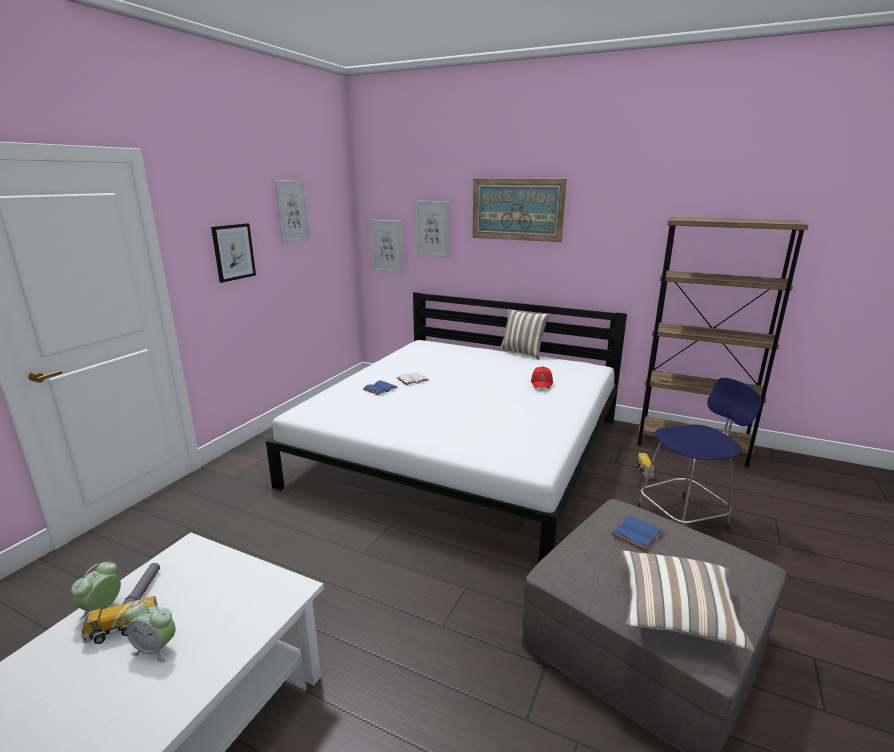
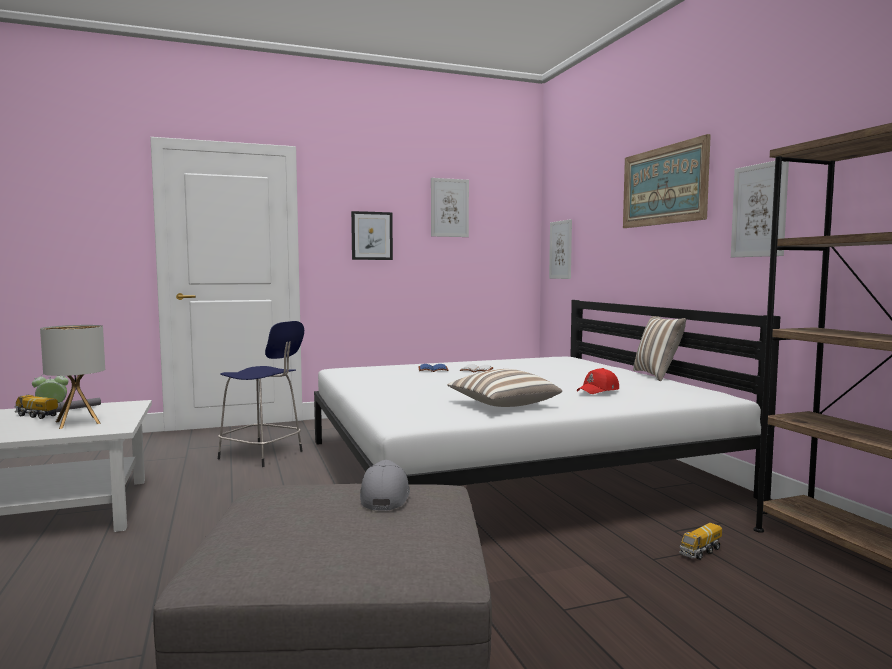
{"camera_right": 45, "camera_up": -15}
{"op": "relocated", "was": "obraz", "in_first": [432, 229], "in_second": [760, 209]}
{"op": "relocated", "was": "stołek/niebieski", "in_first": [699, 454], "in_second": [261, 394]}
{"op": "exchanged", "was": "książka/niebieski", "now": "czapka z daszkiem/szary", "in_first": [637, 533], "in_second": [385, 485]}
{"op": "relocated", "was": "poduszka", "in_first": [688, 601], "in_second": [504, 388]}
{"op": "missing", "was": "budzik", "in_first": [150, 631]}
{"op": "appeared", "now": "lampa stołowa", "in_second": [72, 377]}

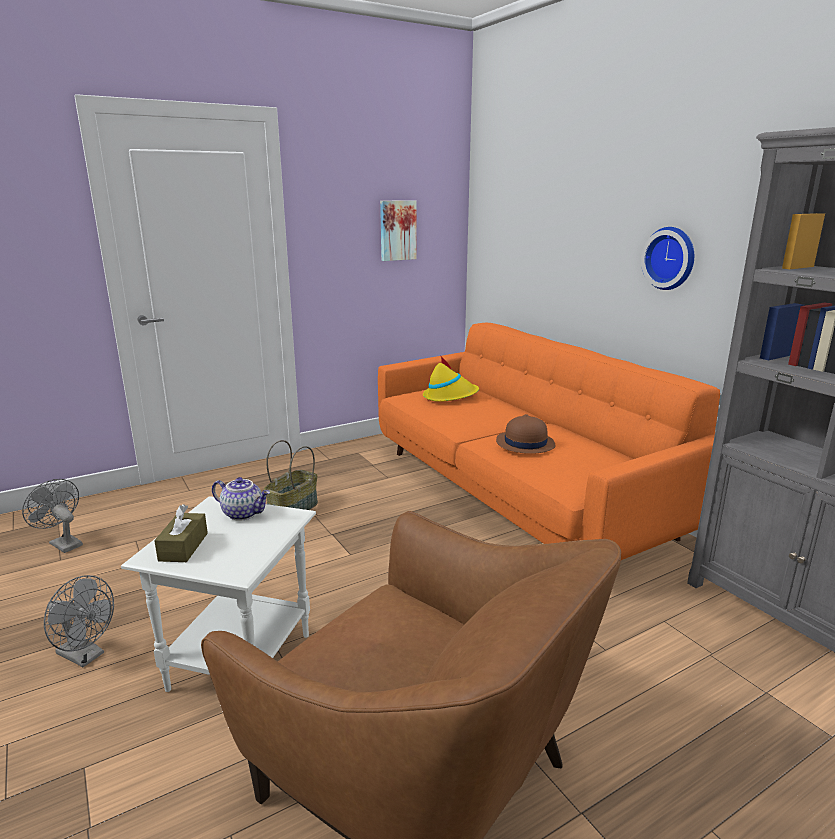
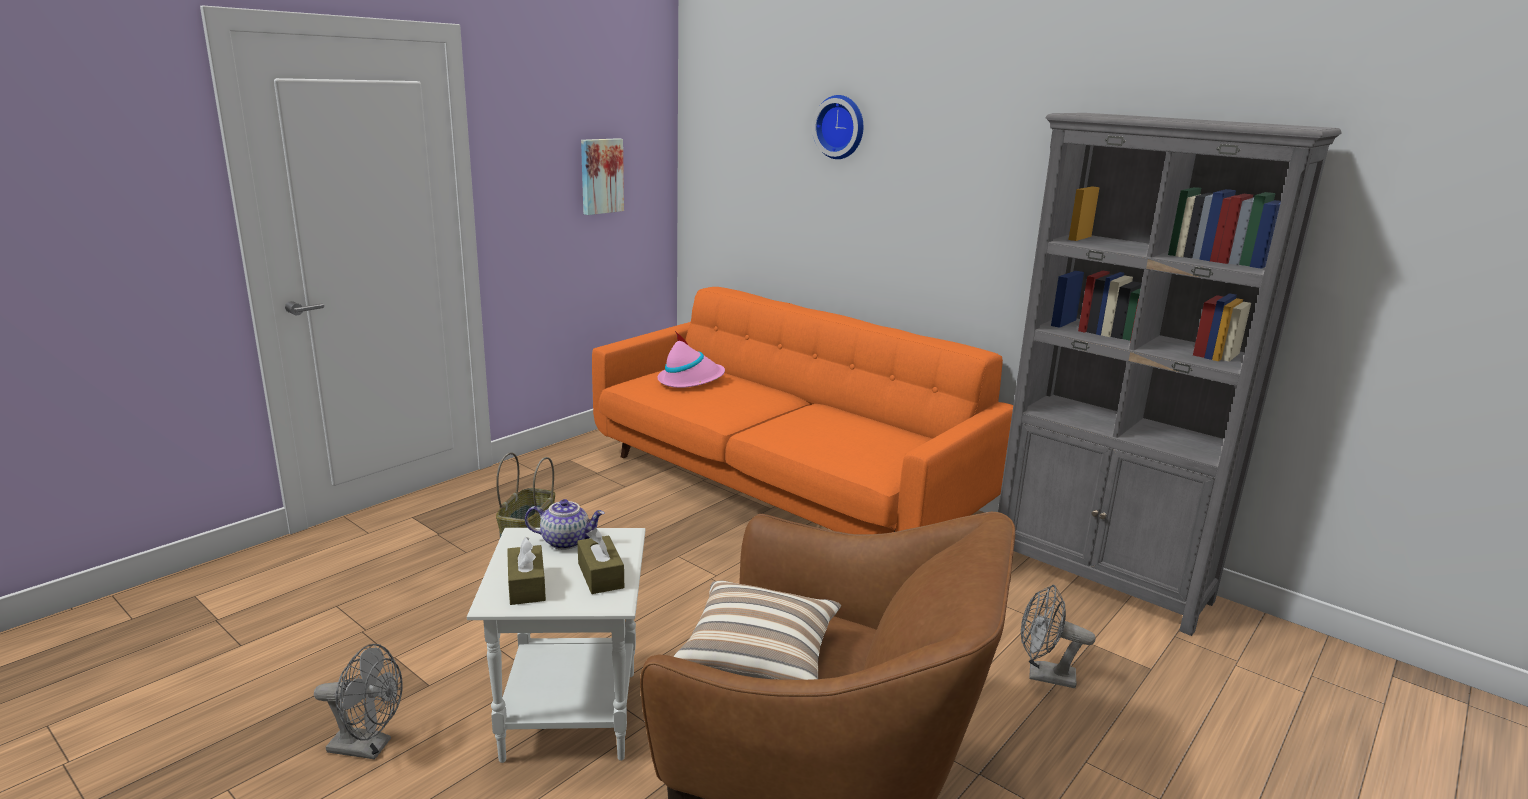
{"camera_right": -20, "camera_up": 0}
{"op": "relocated", "was": "zegar ścienny", "in_first": [667, 258], "in_second": [837, 127]}
{"op": "colour", "was": "kapelusz/żółty", "now": "kapelusz/różowy", "in_first": [451, 378], "in_second": [691, 359]}
{"op": "missing", "was": "kapelusz/brązowy", "in_first": [526, 434]}
{"op": "relocated", "was": "wentylator/szary", "in_first": [52, 516], "in_second": [1058, 636]}
{"op": "appeared", "now": "pudełko chusteczek/brązowy", "in_second": [600, 561]}
{"op": "appeared", "now": "poduszka", "in_second": [757, 630]}

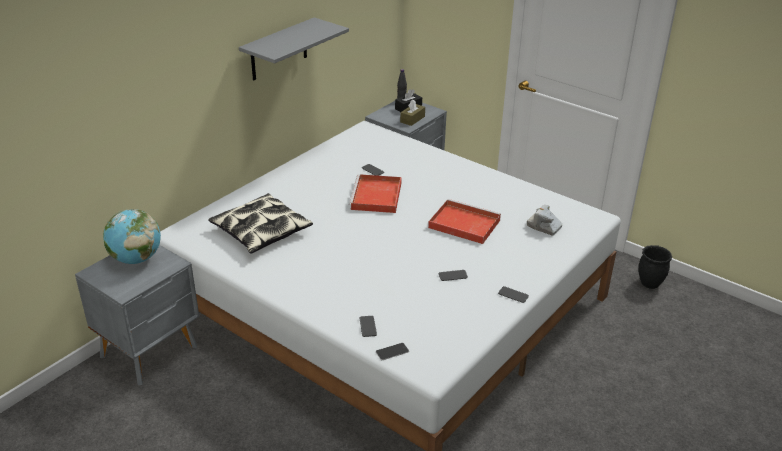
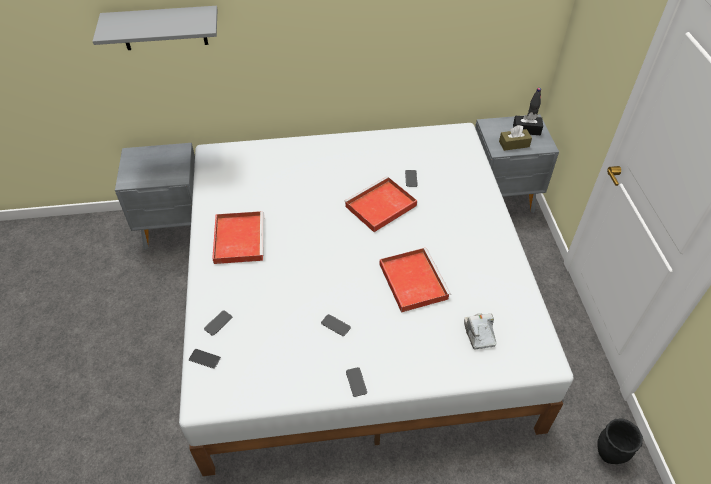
{"camera_right": 45, "camera_up": 15}
{"op": "relocated", "was": "półka/szary", "in_first": [294, 48], "in_second": [155, 28]}
{"op": "missing", "was": "poduszka", "in_first": [260, 223]}
{"op": "missing", "was": "globus", "in_first": [132, 236]}
{"op": "appeared", "now": "taca/czerwony", "in_second": [238, 237]}

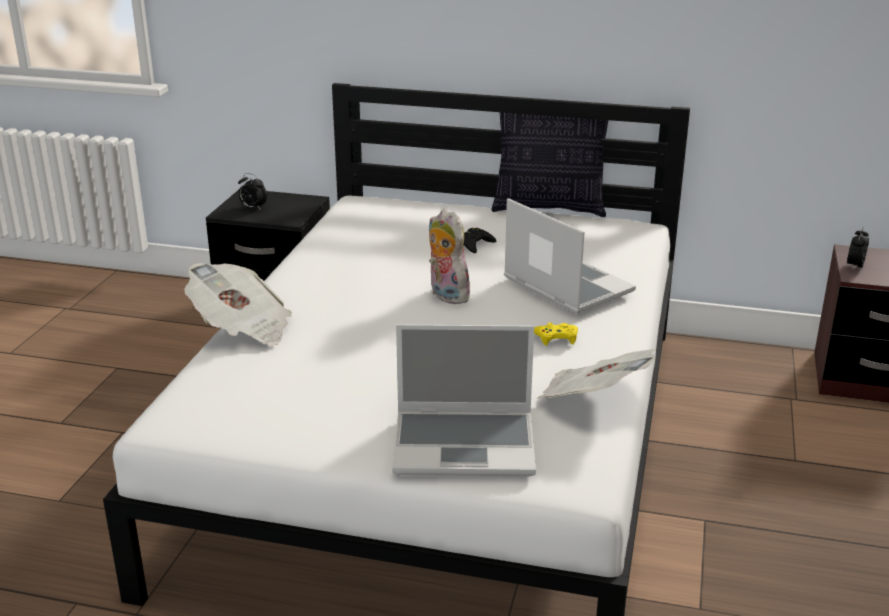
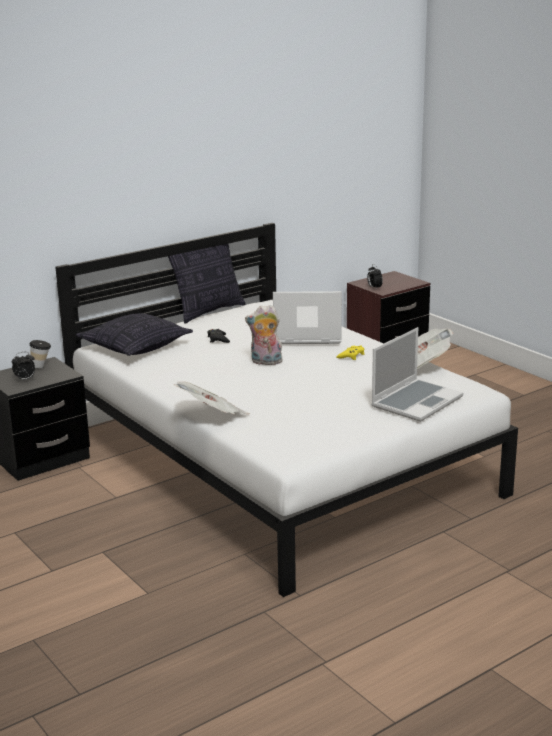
{"camera_right": -50, "camera_up": -5}
{"op": "appeared", "now": "poduszka", "in_second": [134, 334]}
{"op": "appeared", "now": "filiżanka", "in_second": [40, 354]}

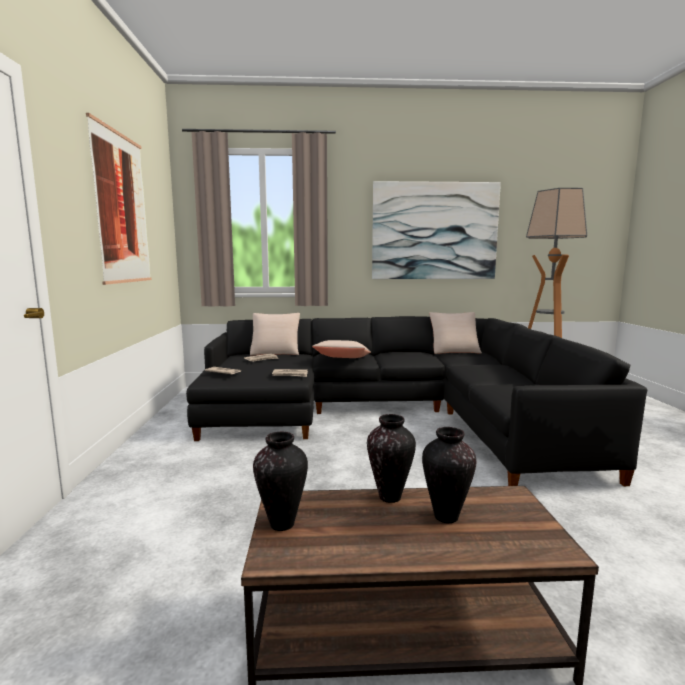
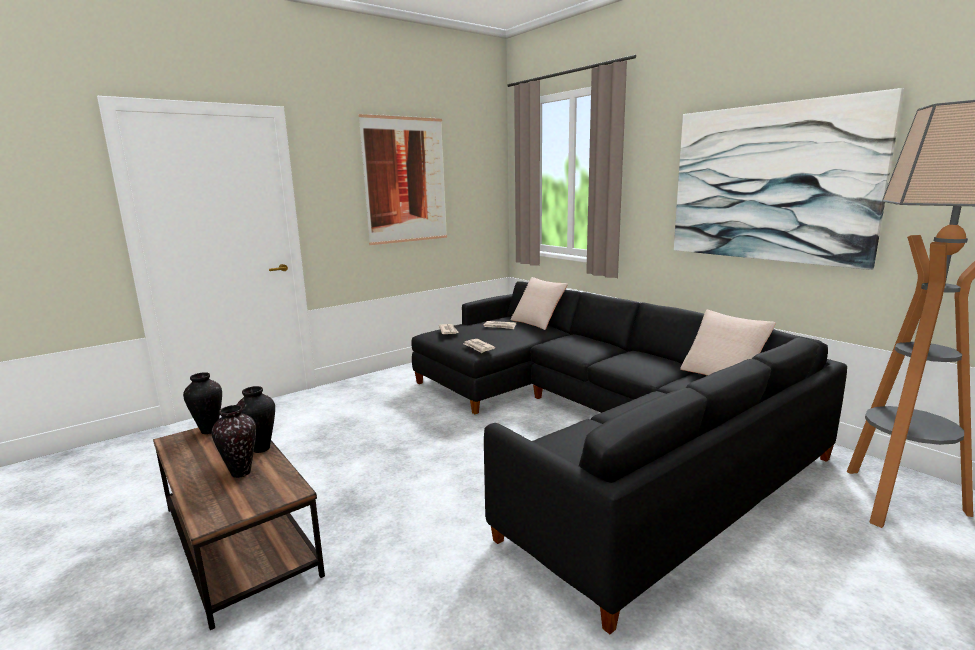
{"camera_right": 55, "camera_up": 5}
{"op": "missing", "was": "poduszka/beżowy", "in_first": [341, 349]}

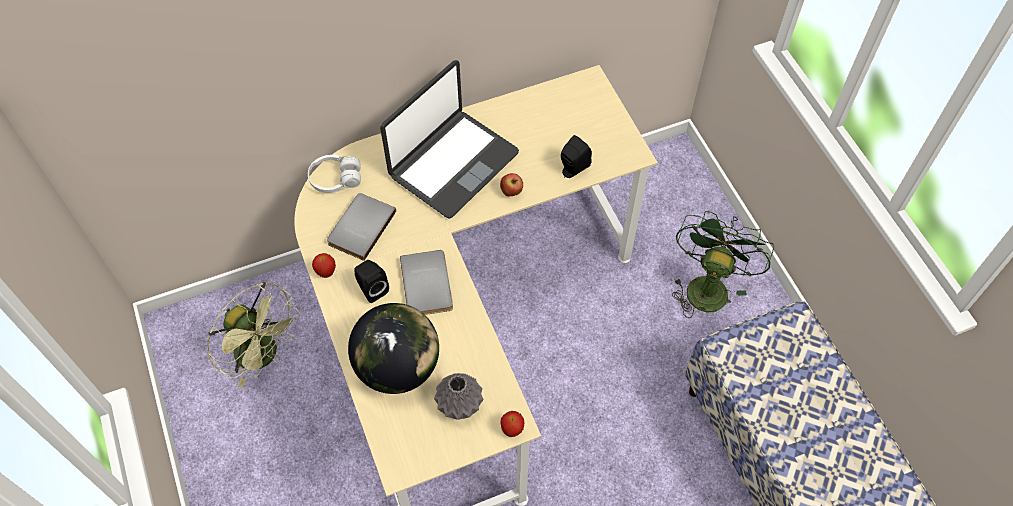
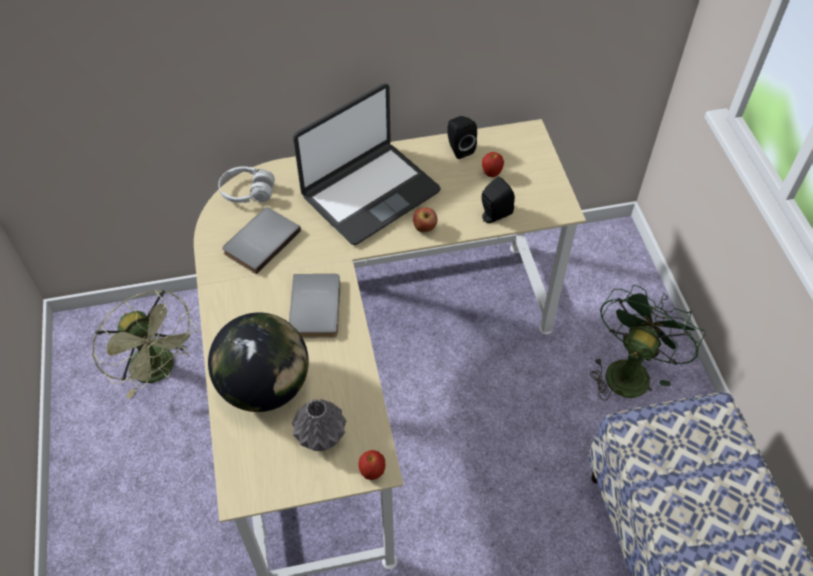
{"camera_right": 10, "camera_up": -5}
{"op": "relocated", "was": "jabłko", "in_first": [324, 265], "in_second": [493, 164]}
{"op": "relocated", "was": "głośnik/czarny", "in_first": [371, 281], "in_second": [462, 137]}

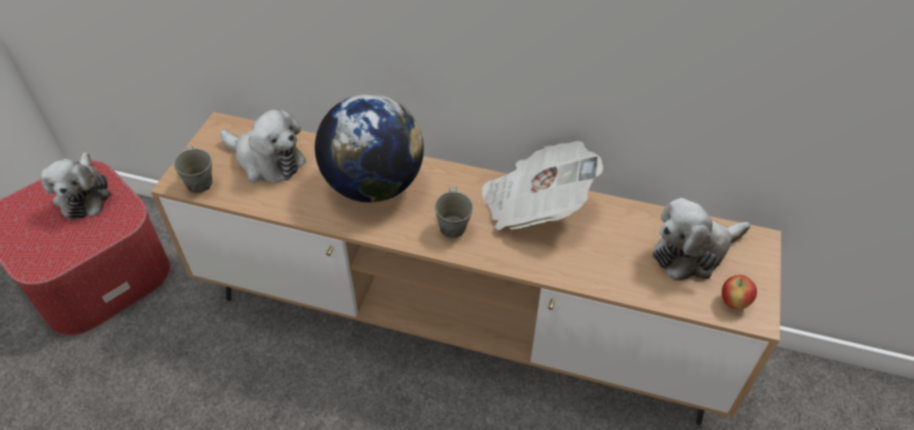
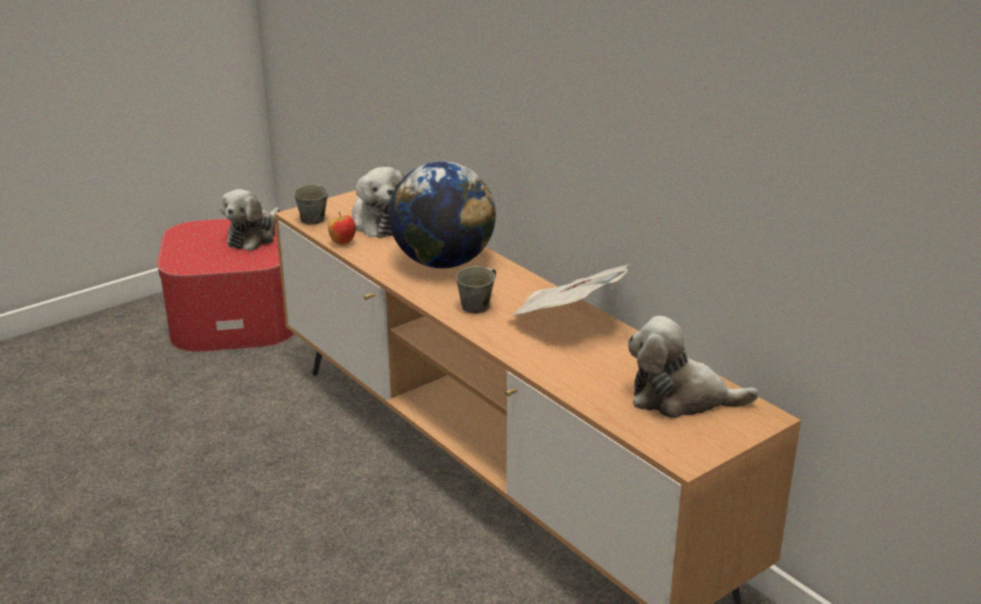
{"camera_right": 35, "camera_up": -20}
{"op": "relocated", "was": "jabłko", "in_first": [739, 292], "in_second": [342, 228]}

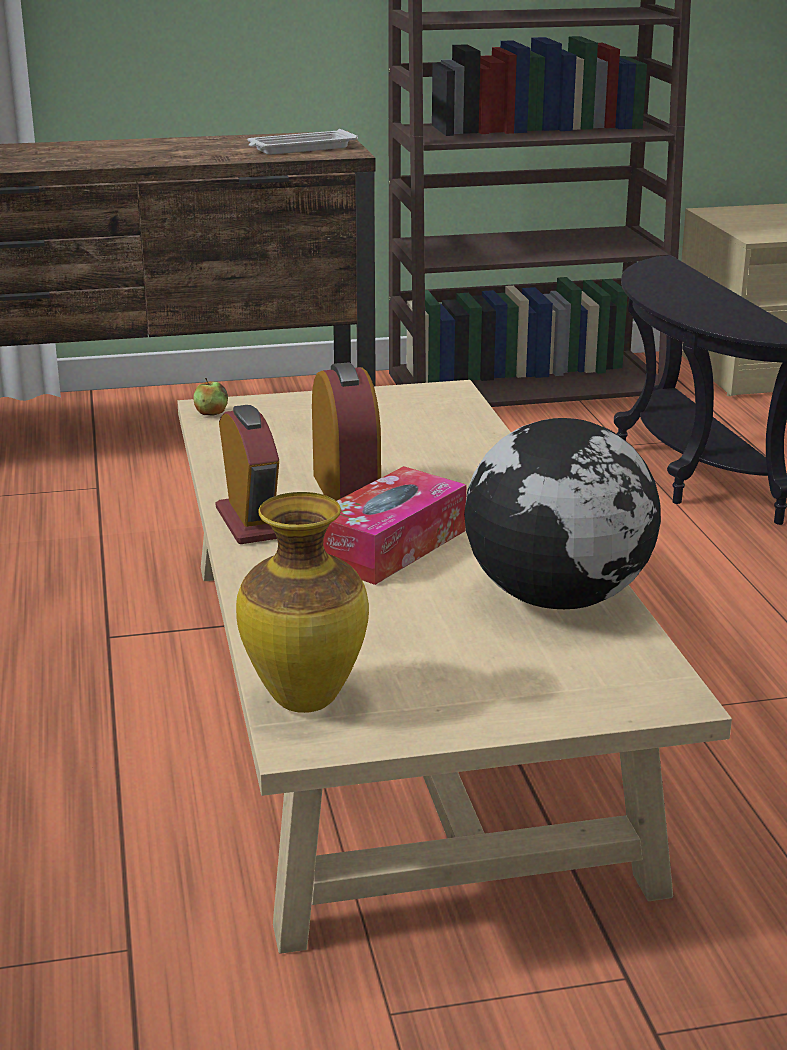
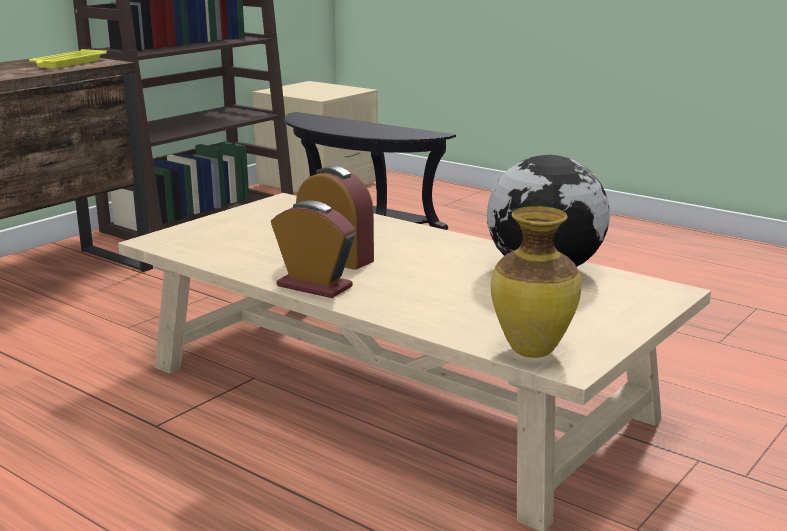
{"camera_right": -40, "camera_up": -5}
{"op": "colour", "was": "taca/biały", "now": "taca/żółty", "in_first": [302, 142], "in_second": [68, 58]}
{"op": "missing", "was": "jabłko", "in_first": [210, 396]}
{"op": "missing", "was": "pudełko chusteczek", "in_first": [394, 525]}

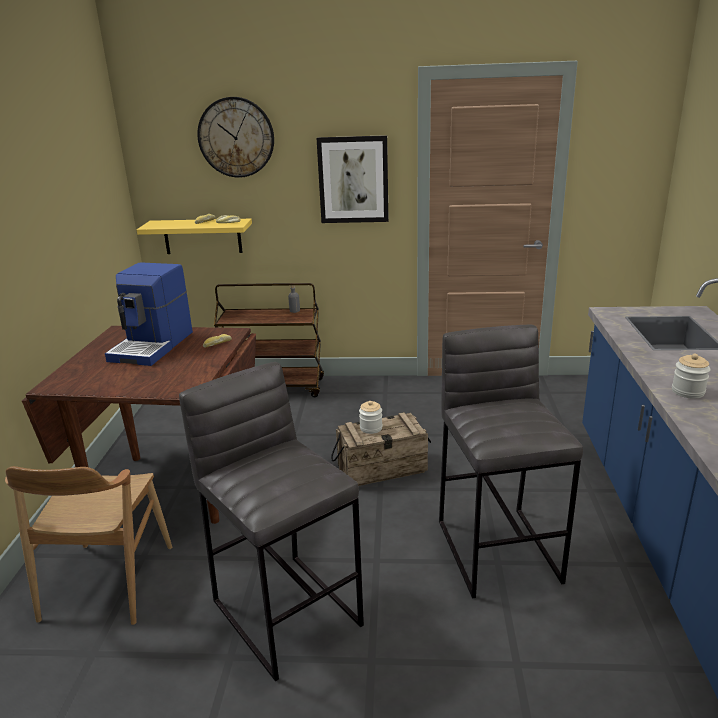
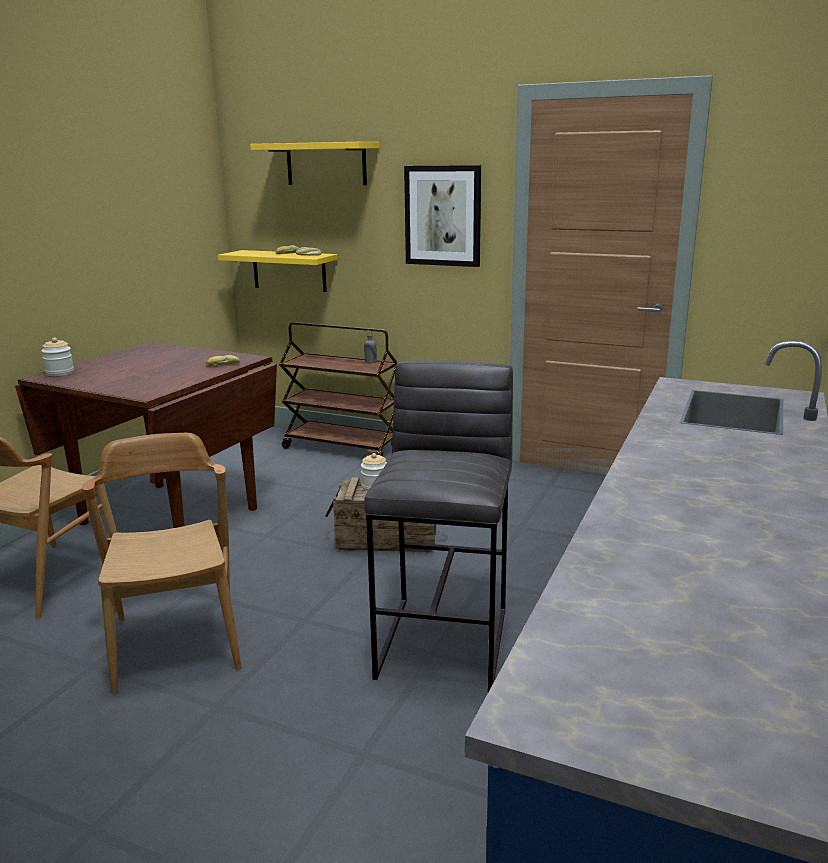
{"camera_right": 20, "camera_up": -5}
{"op": "exchanged", "was": "zegar ścienny", "now": "półka/żółty", "in_first": [235, 137], "in_second": [314, 163]}
{"op": "missing", "was": "ekspres do kawy", "in_first": [149, 314]}
{"op": "relocated", "was": "słoik", "in_first": [691, 376], "in_second": [57, 356]}
{"op": "exchanged", "was": "stołek/szary", "now": "krzesło/brązowy", "in_first": [271, 521], "in_second": [162, 563]}

